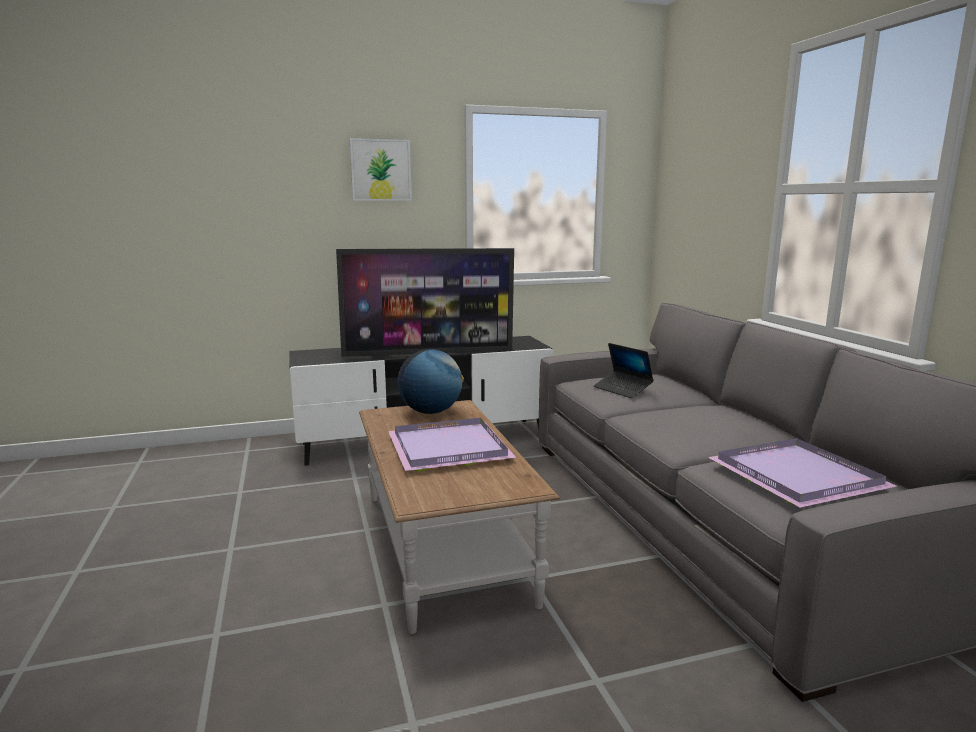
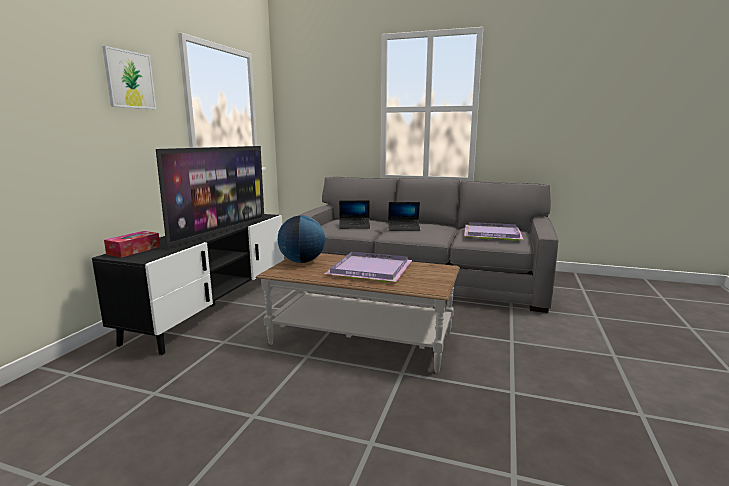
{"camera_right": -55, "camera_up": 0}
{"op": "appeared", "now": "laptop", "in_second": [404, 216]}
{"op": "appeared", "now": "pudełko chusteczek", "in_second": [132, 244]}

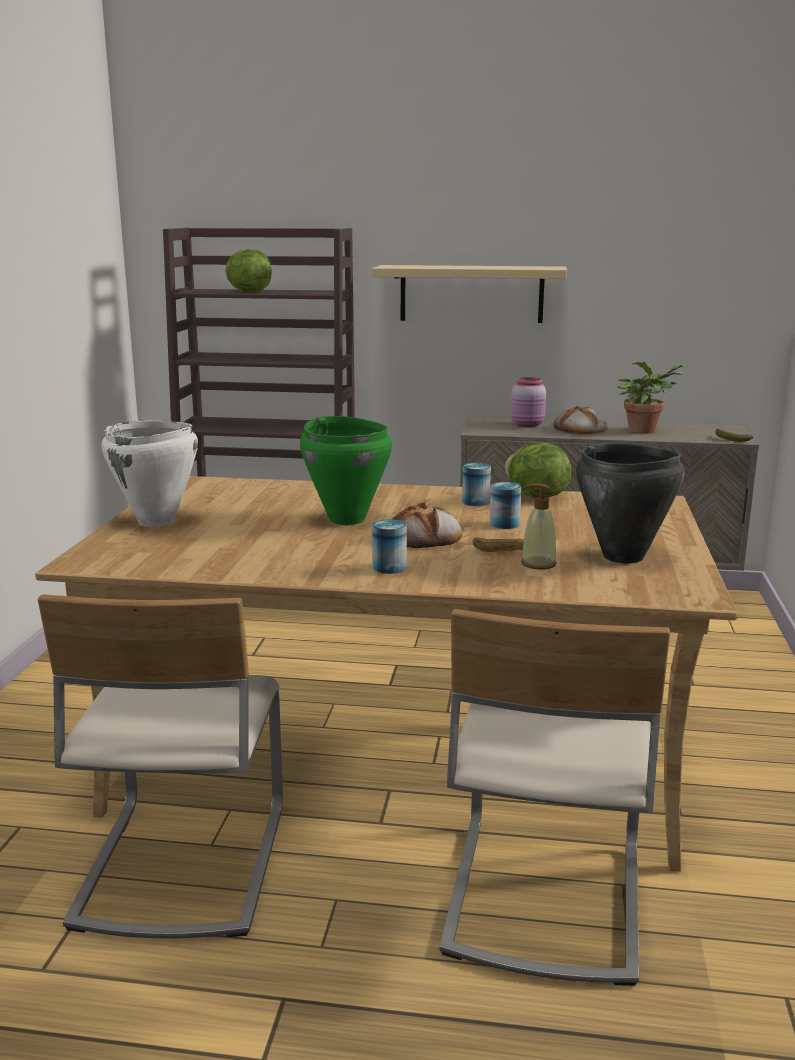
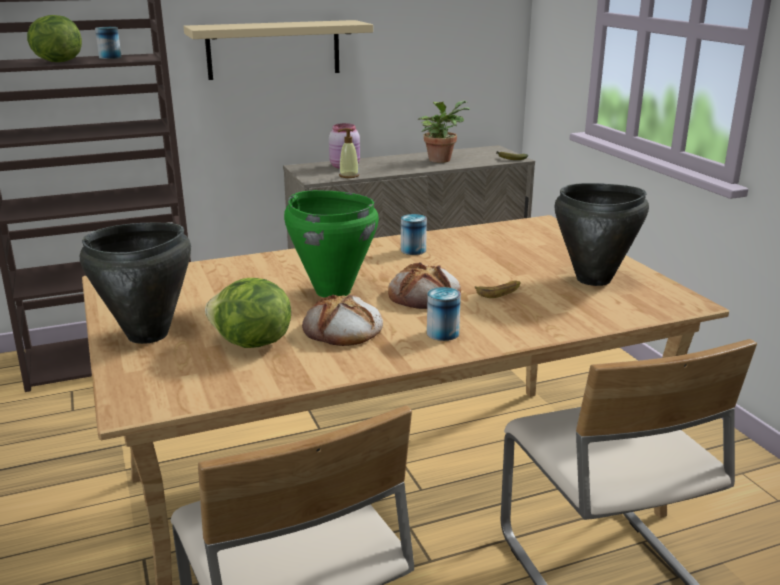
{"camera_right": -30, "camera_up": 5}
{"op": "relocated", "was": "chleb", "in_first": [580, 420], "in_second": [342, 320]}
{"op": "colour", "was": "garnek/biały", "now": "garnek/czarny", "in_first": [150, 473], "in_second": [135, 283]}
{"op": "relocated", "was": "sałata", "in_first": [538, 470], "in_second": [248, 313]}
{"op": "relocated", "was": "puszka", "in_first": [505, 505], "in_second": [108, 43]}
{"op": "relocated", "was": "dozownik mydła", "in_first": [539, 526], "in_second": [348, 153]}

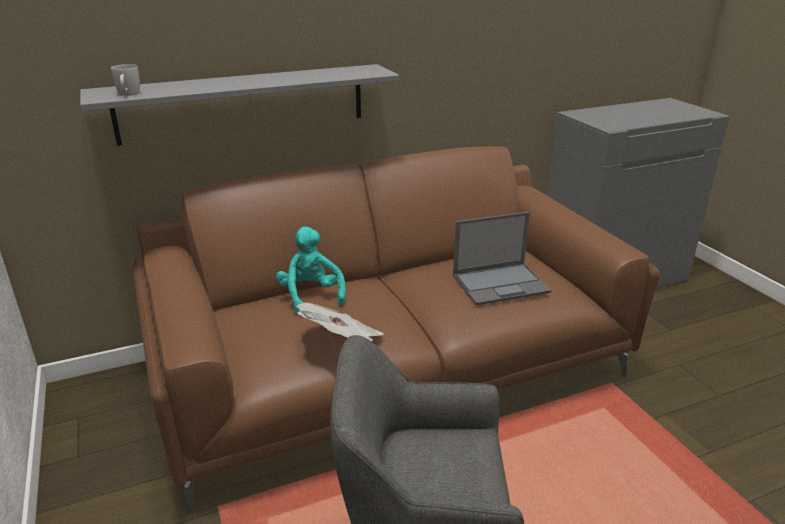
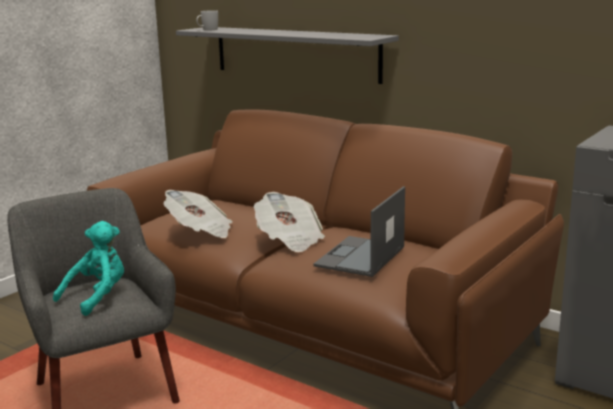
{"camera_right": 60, "camera_up": -10}
{"op": "spun", "was": "laptop", "in_first": [502, 258], "in_second": [359, 231], "clockwise": 75}
{"op": "relocated", "was": "pluszak/turkusowy", "in_first": [311, 269], "in_second": [88, 268]}
{"op": "appeared", "now": "gazeta", "in_second": [289, 222]}

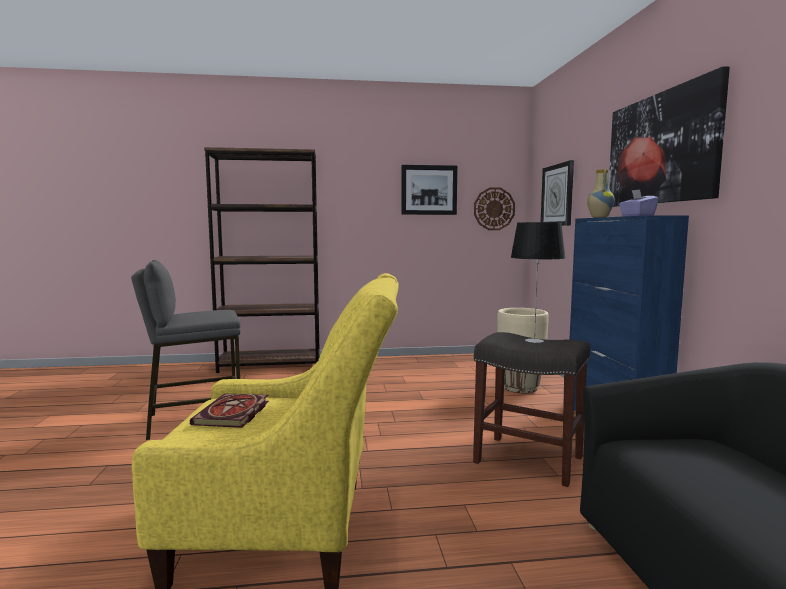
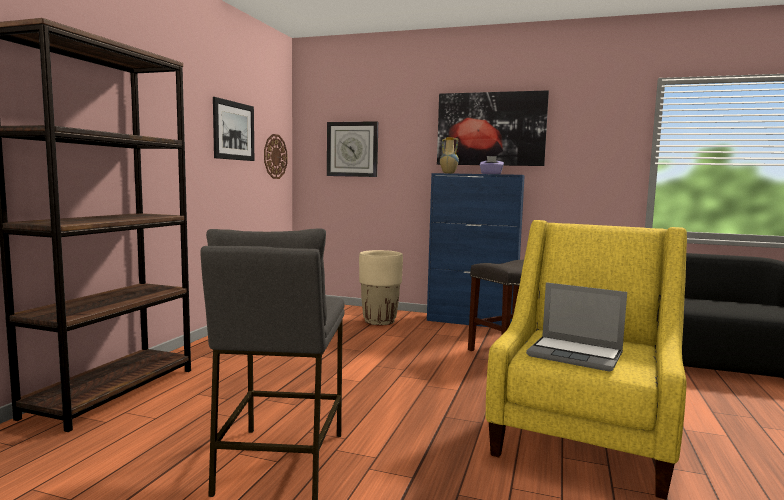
{"camera_right": -65, "camera_up": 0}
{"op": "missing", "was": "lampa stołowa", "in_first": [538, 282]}
{"op": "exchanged", "was": "książka", "now": "laptop", "in_first": [229, 410], "in_second": [576, 327]}

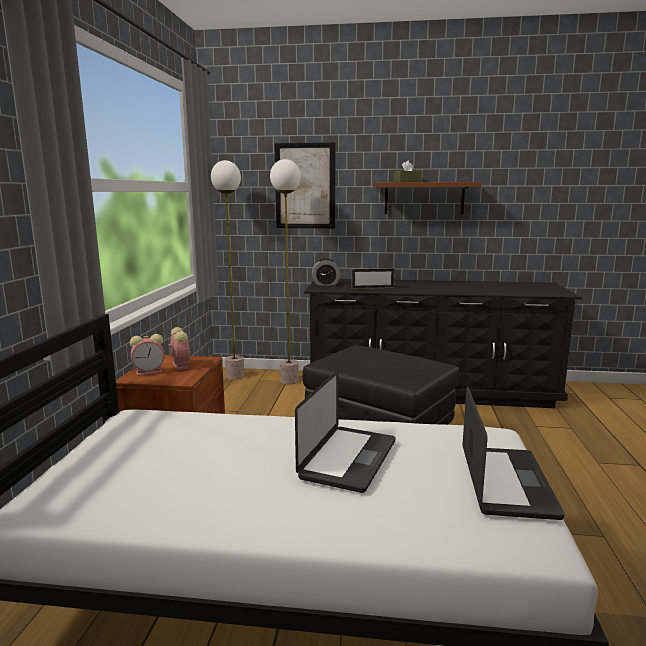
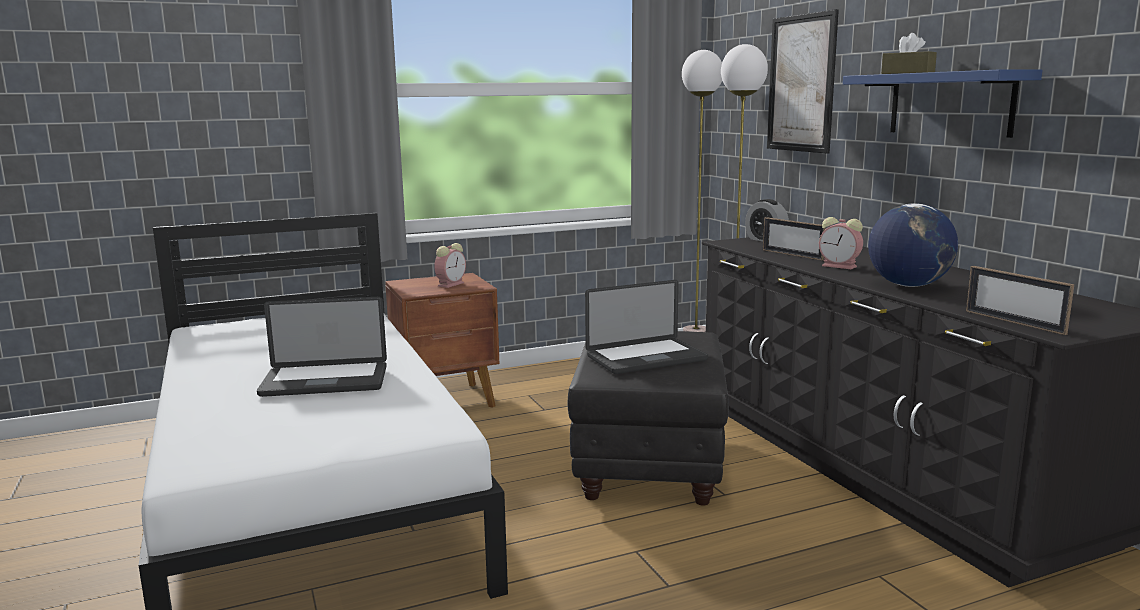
{"camera_right": 60, "camera_up": 0}
{"op": "colour", "was": "półka/brązowy", "now": "półka/niebieski", "in_first": [427, 198], "in_second": [942, 103]}
{"op": "relocated", "was": "budzik", "in_first": [147, 355], "in_second": [841, 243]}
{"op": "relocated", "was": "laptop", "in_first": [514, 453], "in_second": [646, 327]}
{"op": "appeared", "now": "globus", "in_second": [913, 245]}
{"op": "appeared", "now": "ramka na zdjęcie", "in_second": [1020, 300]}

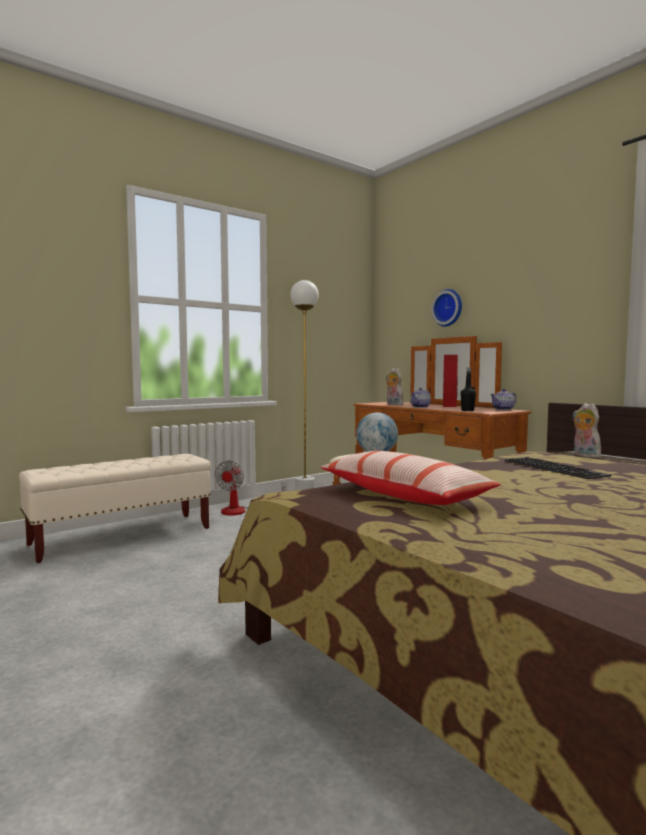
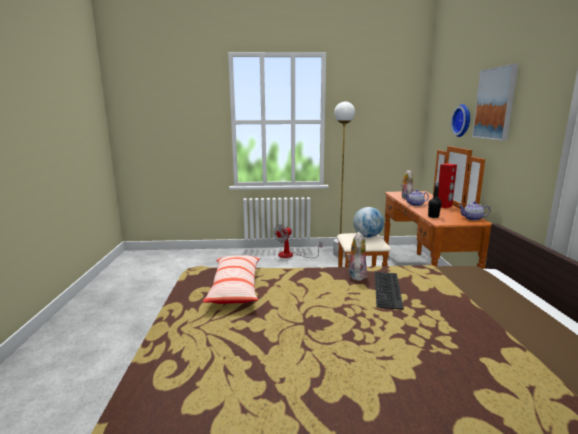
{"camera_right": 35, "camera_up": 10}
{"op": "relocated", "was": "pluszak", "in_first": [589, 430], "in_second": [356, 256]}
{"op": "missing", "was": "ławka/beżowy", "in_first": [115, 508]}
{"op": "appeared", "now": "obraz", "in_second": [495, 102]}

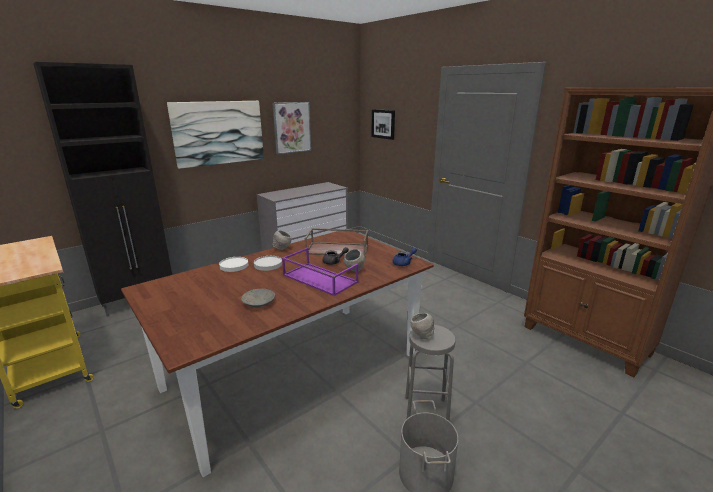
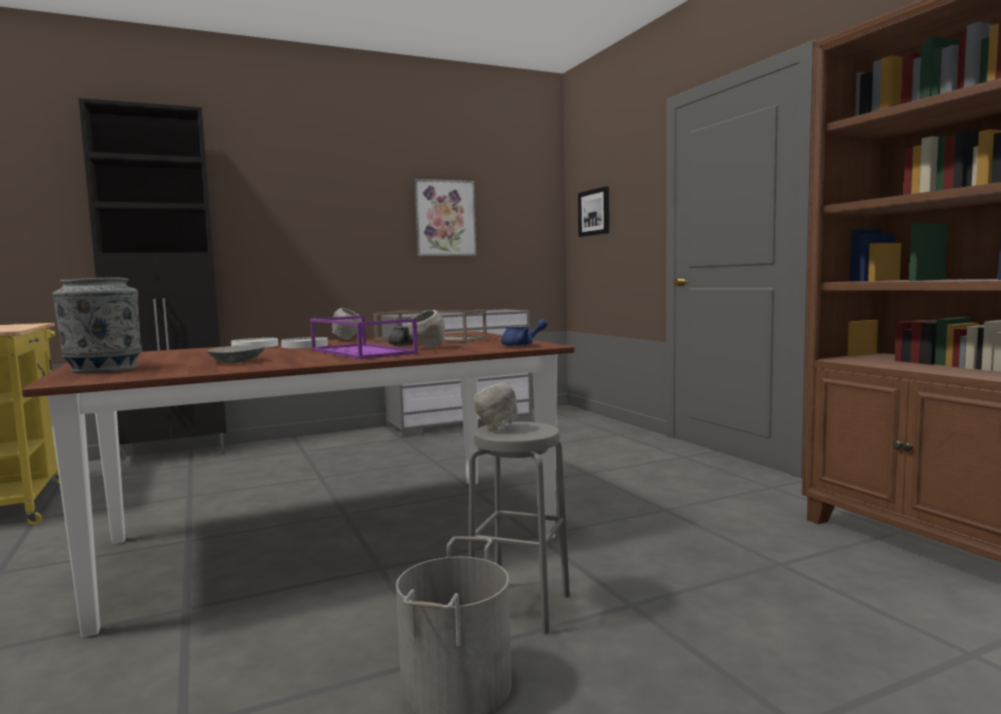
{"camera_right": 15, "camera_up": -15}
{"op": "missing", "was": "obraz", "in_first": [215, 135]}
{"op": "appeared", "now": "wazon/szary", "in_second": [97, 325]}

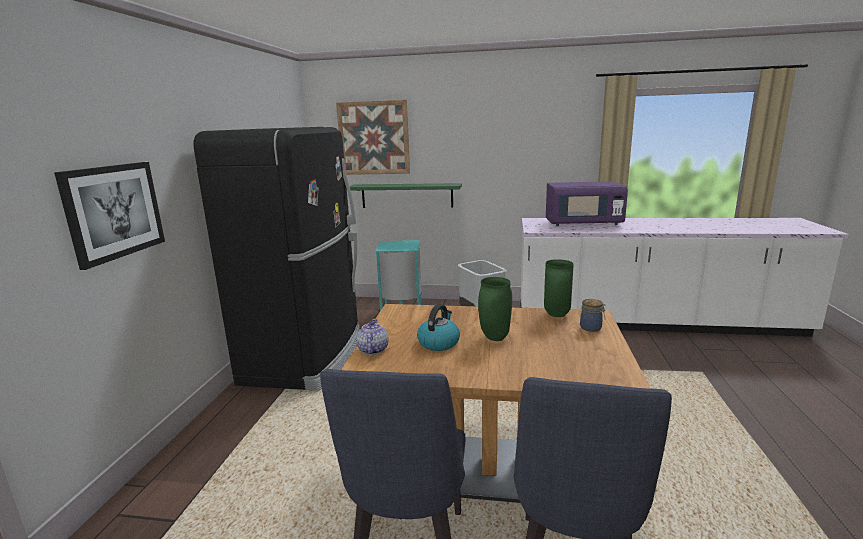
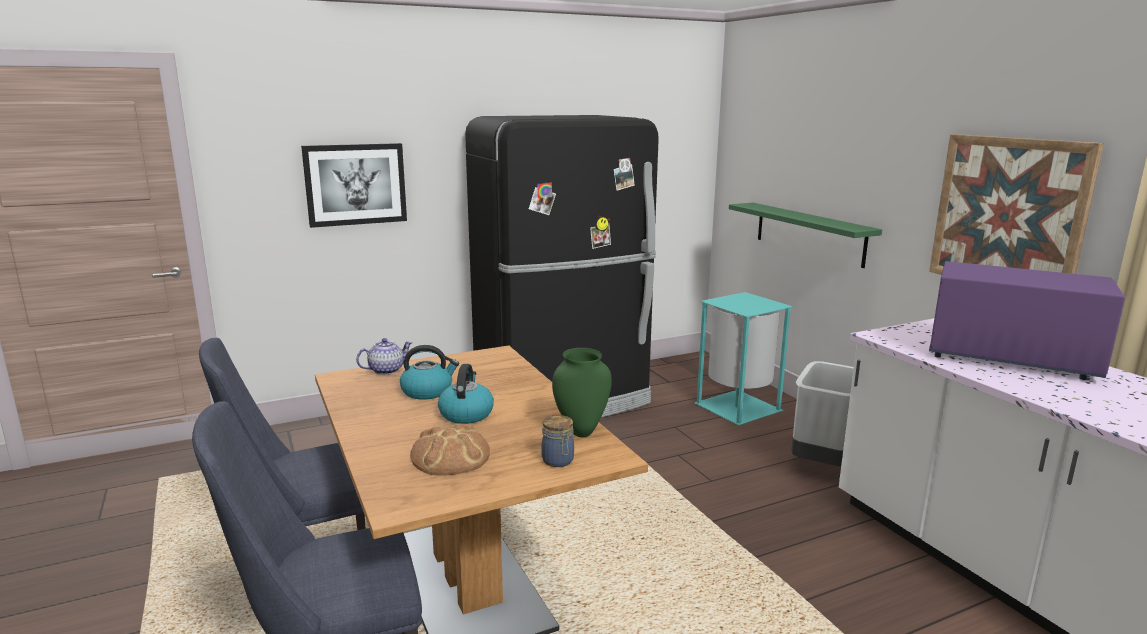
{"camera_right": 55, "camera_up": 0}
{"op": "relocated", "was": "obraz", "in_first": [373, 137], "in_second": [1016, 204]}
{"op": "spun", "was": "mikrofalówka/fioletowy", "in_first": [587, 203], "in_second": [1027, 320], "clockwise": 150}
{"op": "exchanged", "was": "wazon/zielony", "now": "czajnik", "in_first": [495, 309], "in_second": [466, 394]}
{"op": "appeared", "now": "chleb", "in_second": [450, 450]}

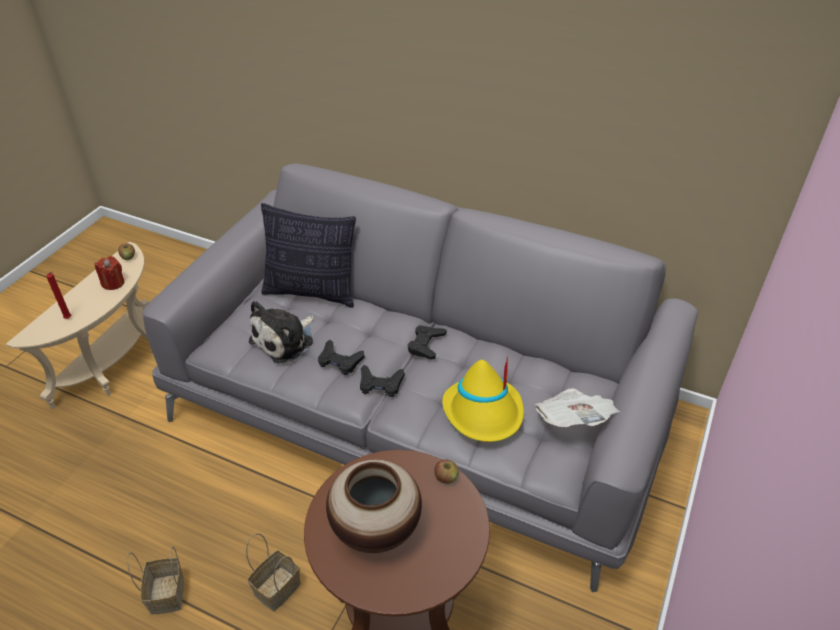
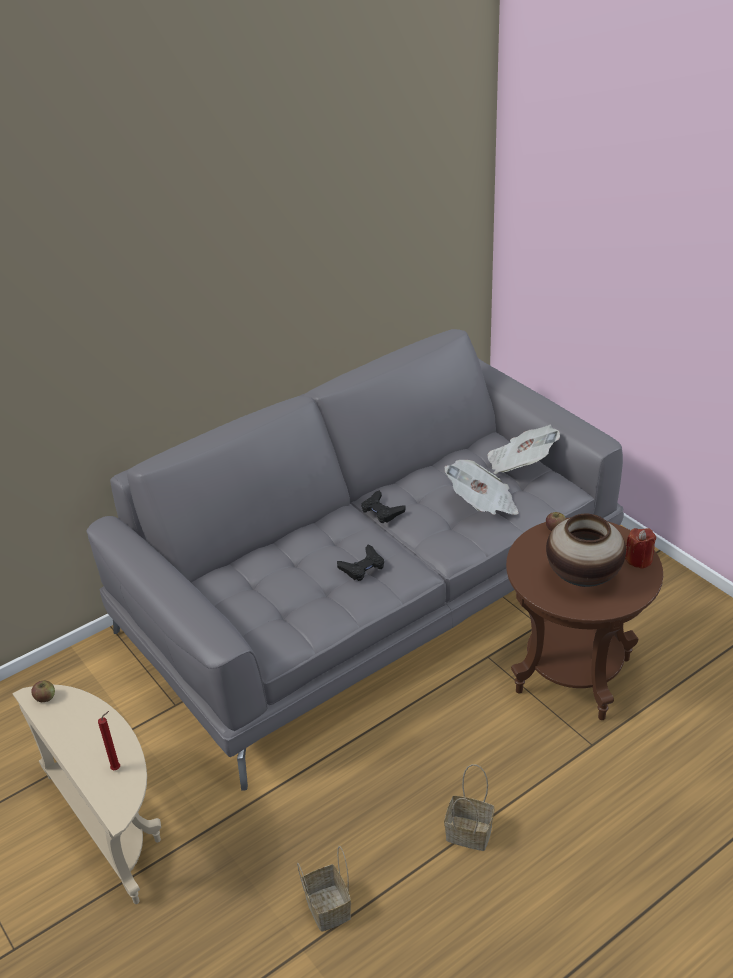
{"camera_right": -60, "camera_up": -5}
{"op": "missing", "was": "poduszka", "in_first": [308, 255]}
{"op": "relocated", "was": "świeca/czerwony", "in_first": [109, 273], "in_second": [640, 548]}
{"op": "missing", "was": "pluszak", "in_first": [281, 332]}
{"op": "exchanged", "was": "kapelusz/żółty", "now": "gazeta", "in_first": [483, 398], "in_second": [481, 487]}
{"op": "missing", "was": "pad do gier/czarny", "in_first": [382, 381]}
{"op": "relocated", "was": "koszyk", "in_first": [273, 572], "in_second": [324, 889]}

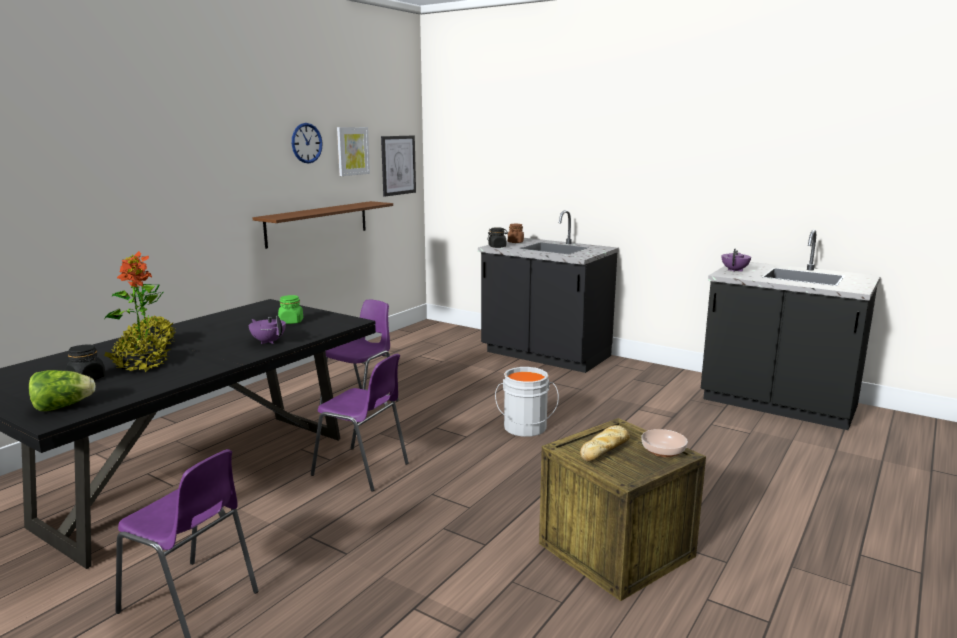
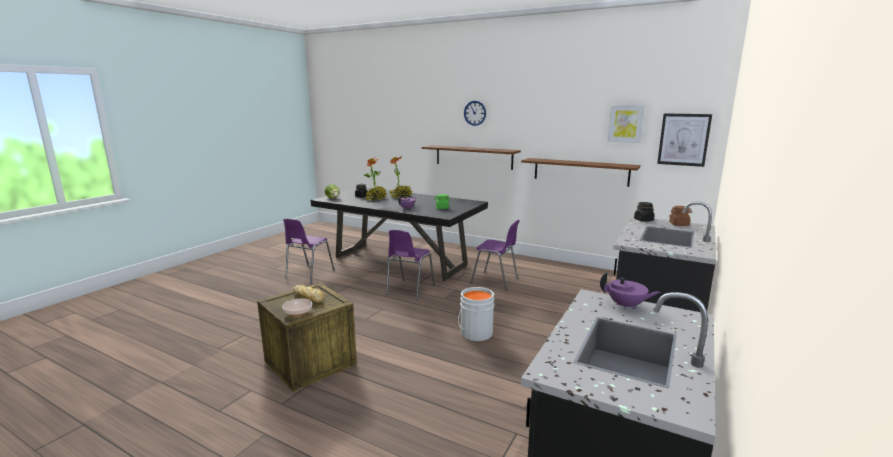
{"camera_right": 85, "camera_up": 0}
{"op": "relocated", "was": "zegar ścienny", "in_first": [307, 143], "in_second": [475, 113]}
{"op": "appeared", "now": "półka/brązowy", "in_second": [471, 157]}

